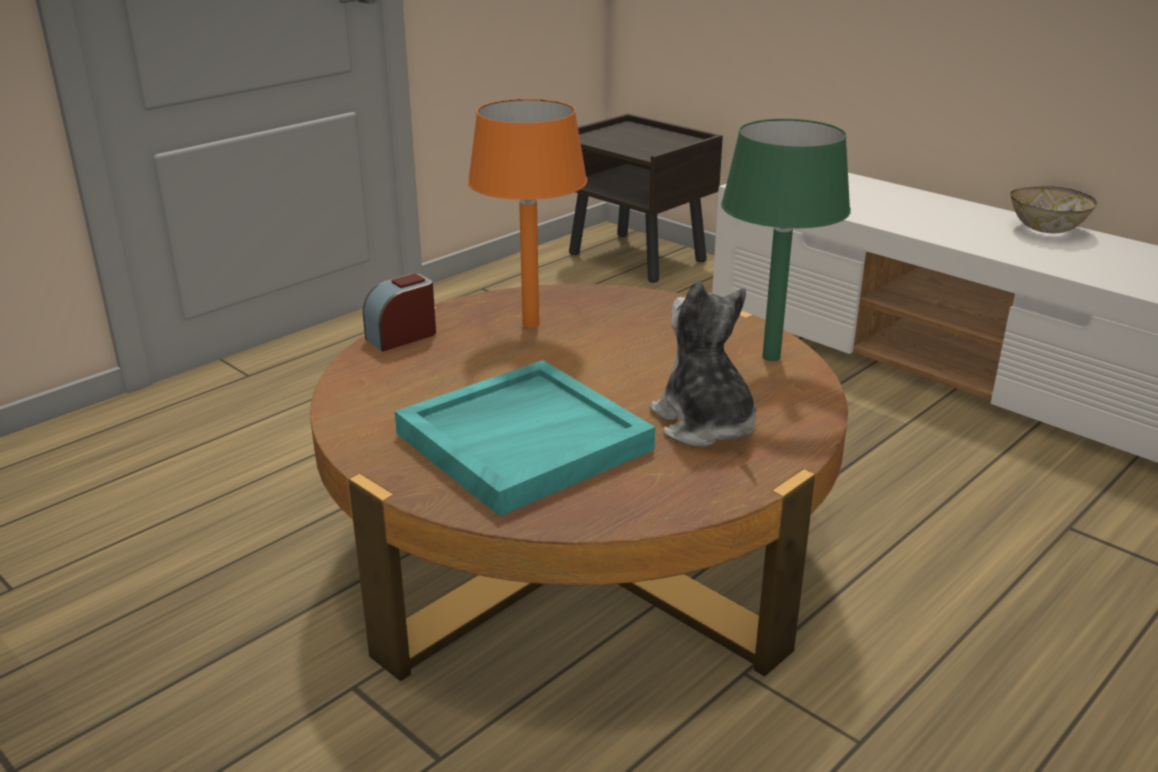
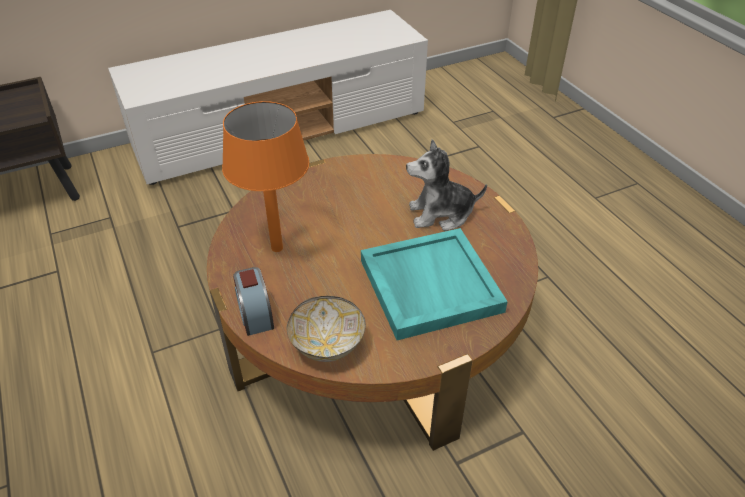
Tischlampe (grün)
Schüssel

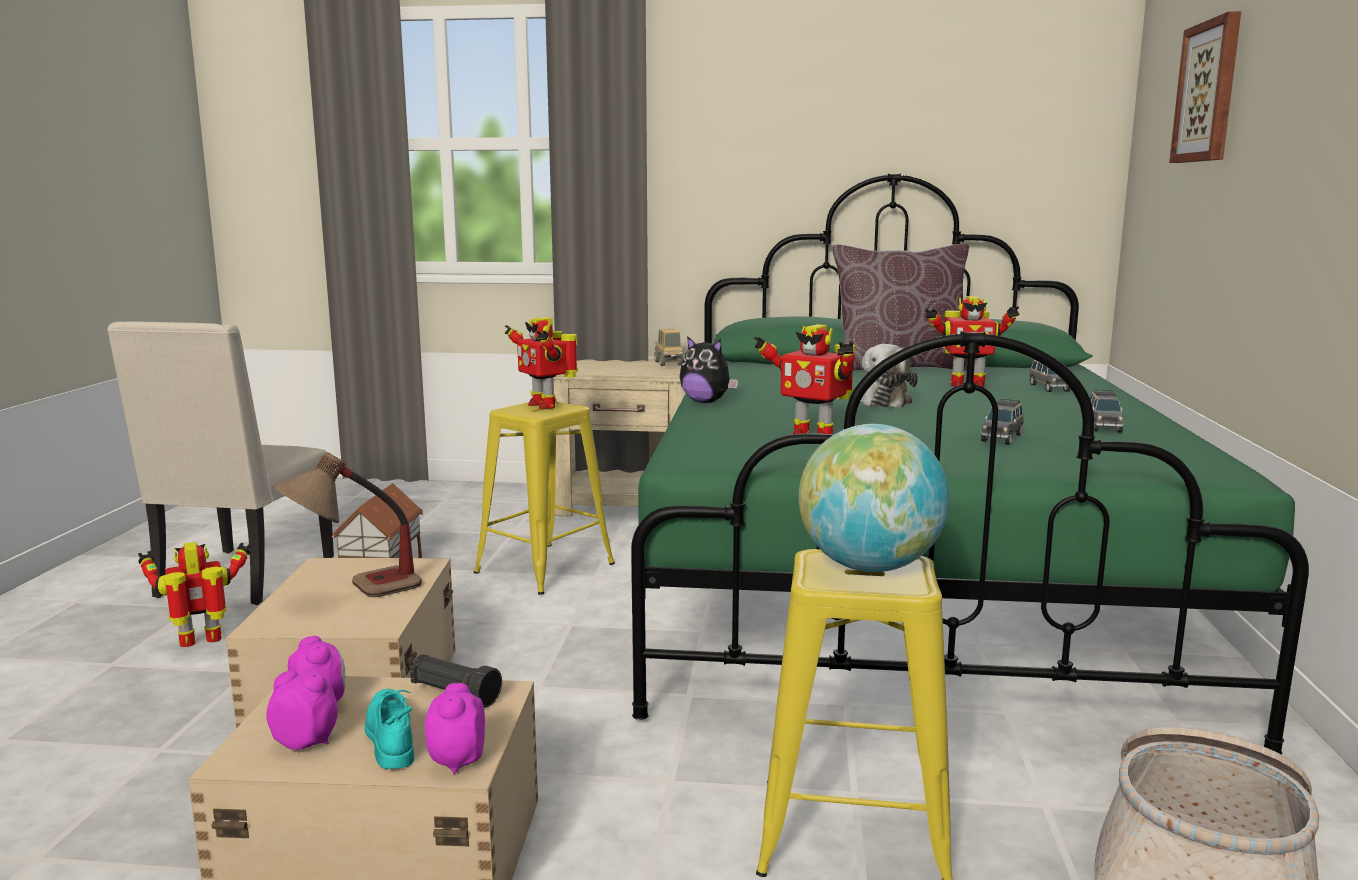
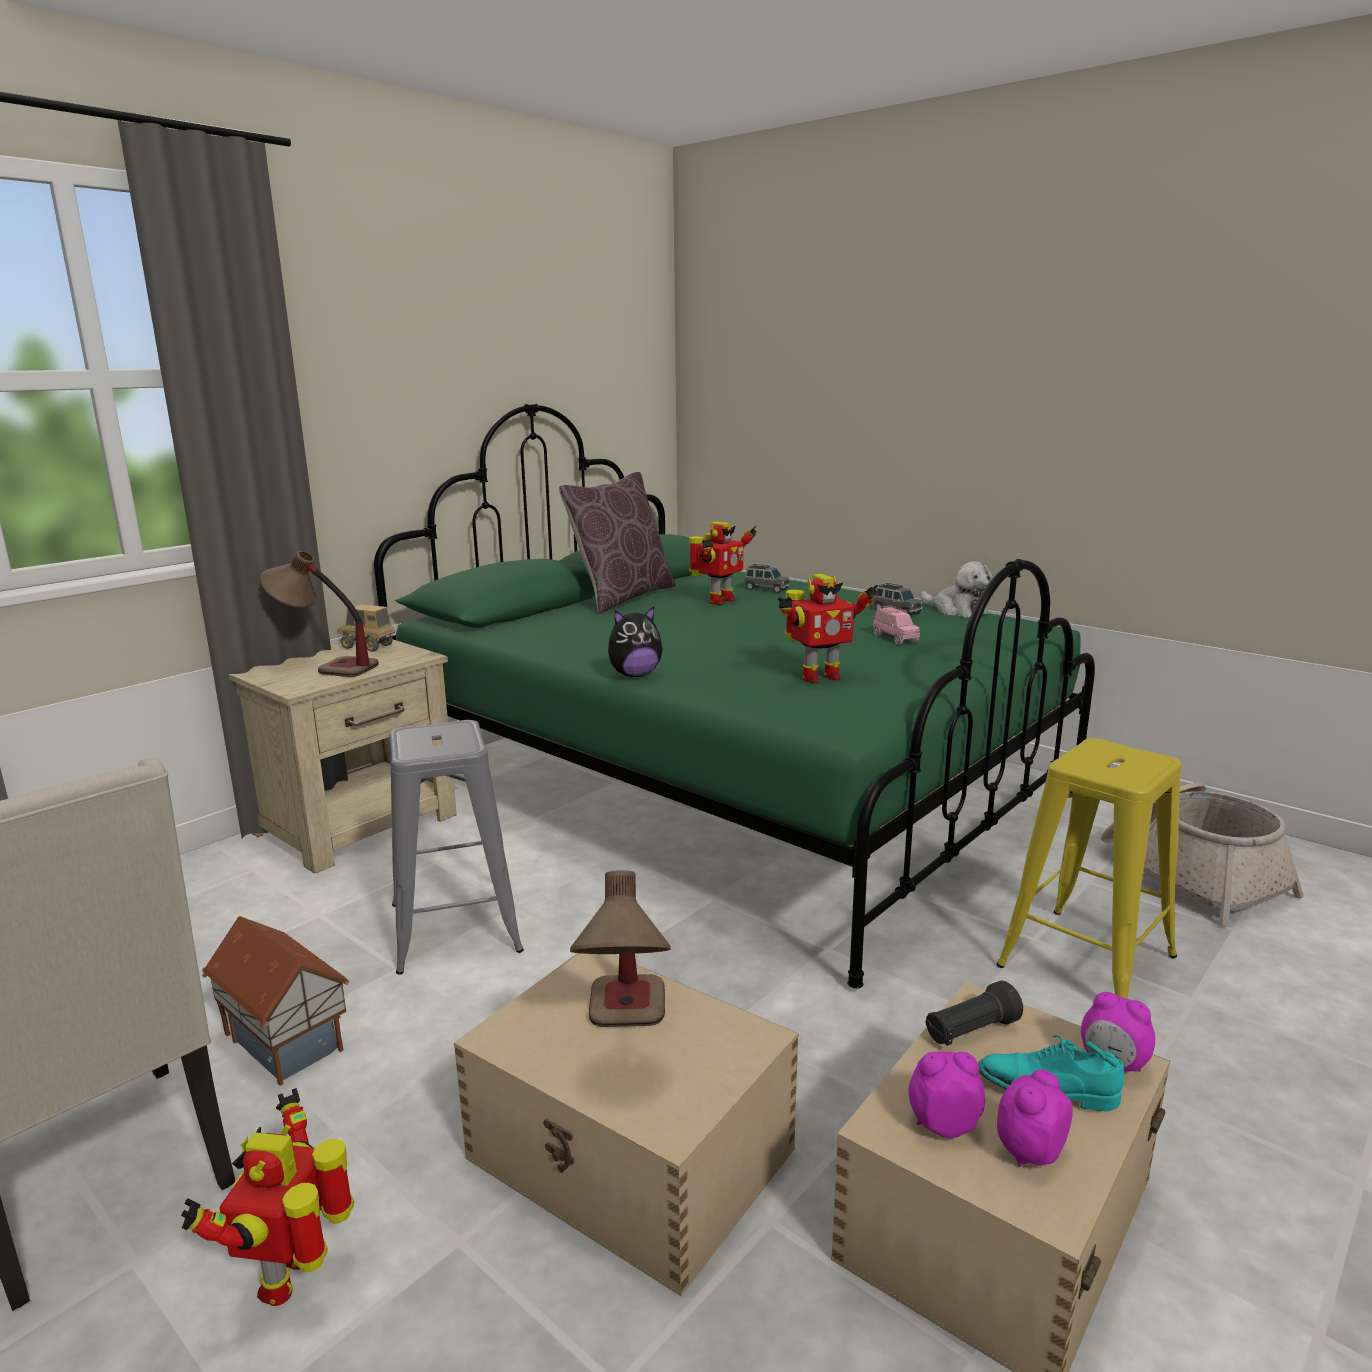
Bild
Spielzeugroboter (2nd from left in the first image)
Plüschtier (2nd from left)
Spielzeugauto (rosa)
Hocker (grau)
Globus
Tischlampe (1st from left)

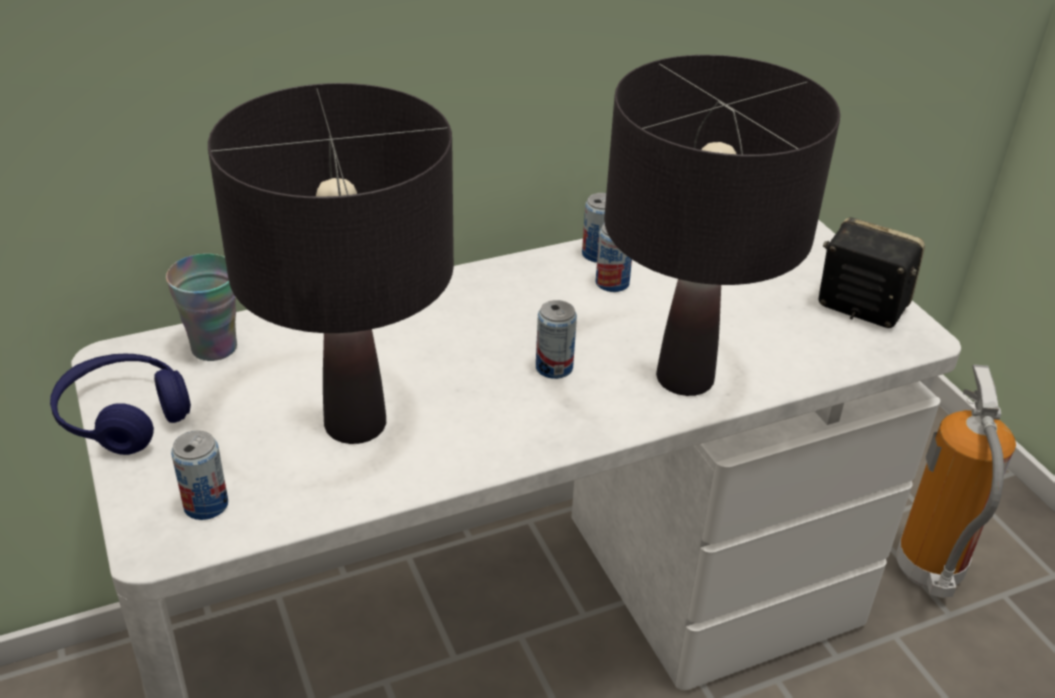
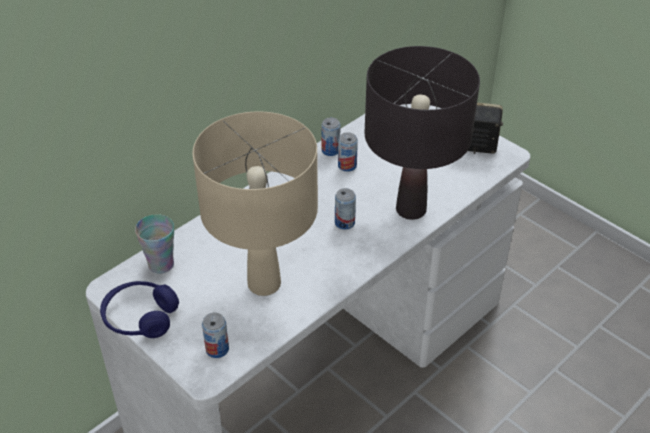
Tischlampe (beige)
Feuerlöscher

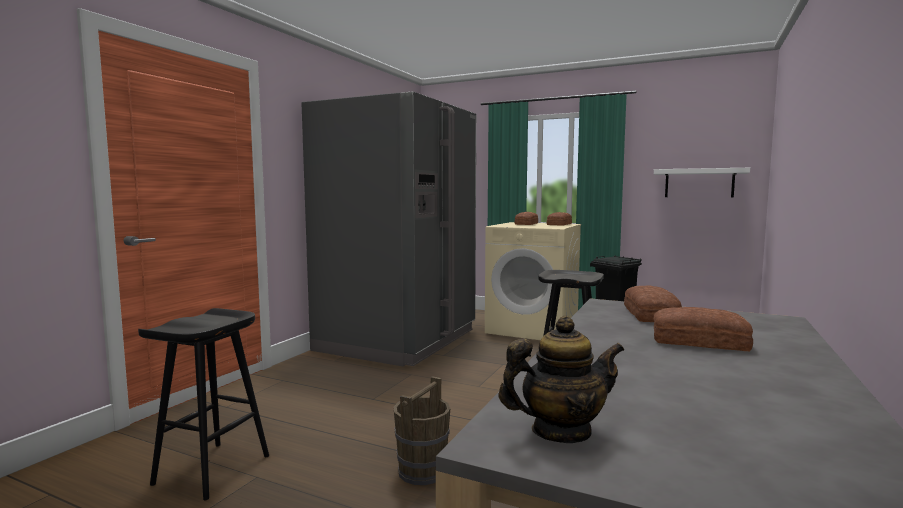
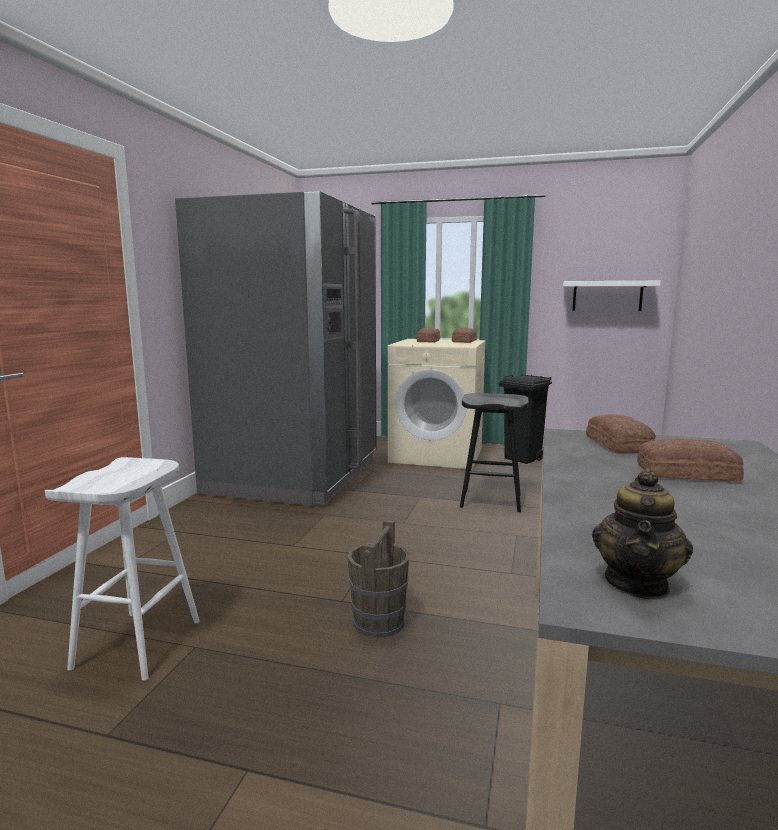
Hocker (weiß)
Teekanne

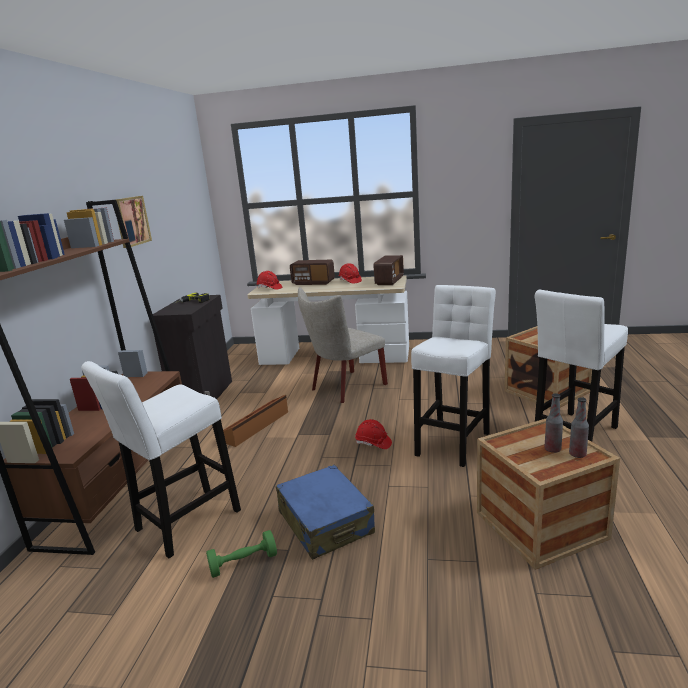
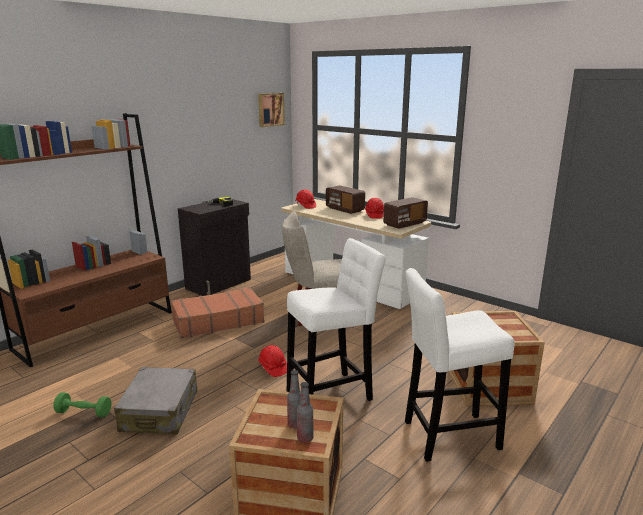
Bild
Hocker (weiß) (1st from left in the first image)
Koffer (braun)
Koffer (grau)

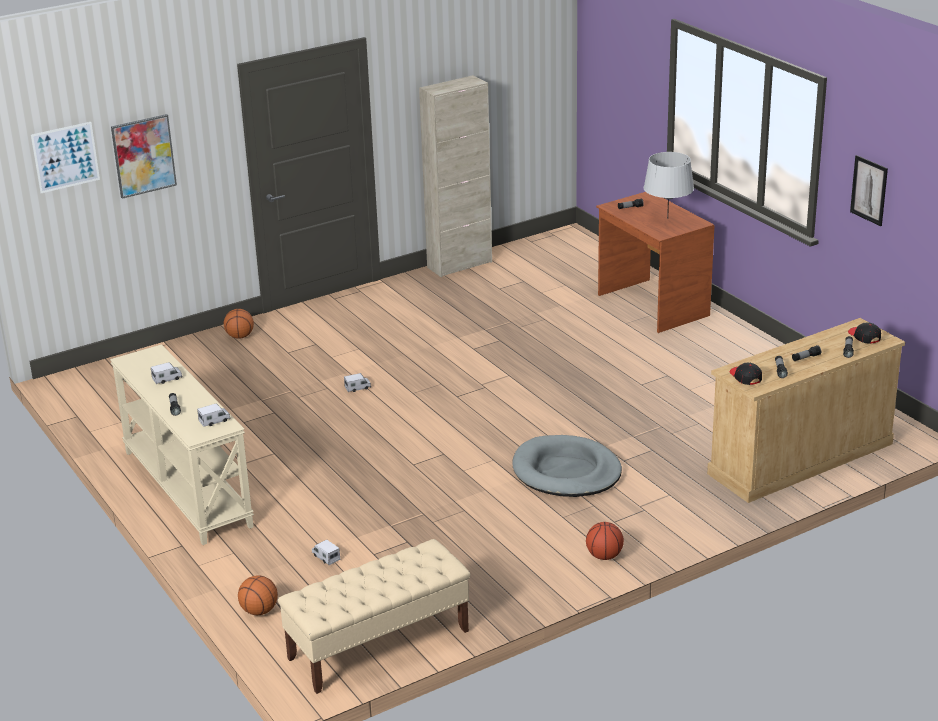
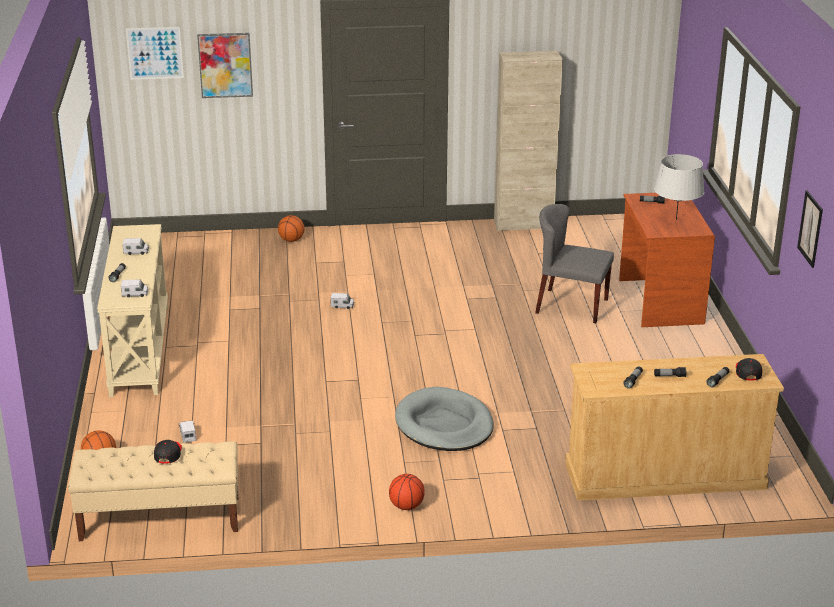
Kappe (schwarz) (1st from left)
Stuhl (grau)

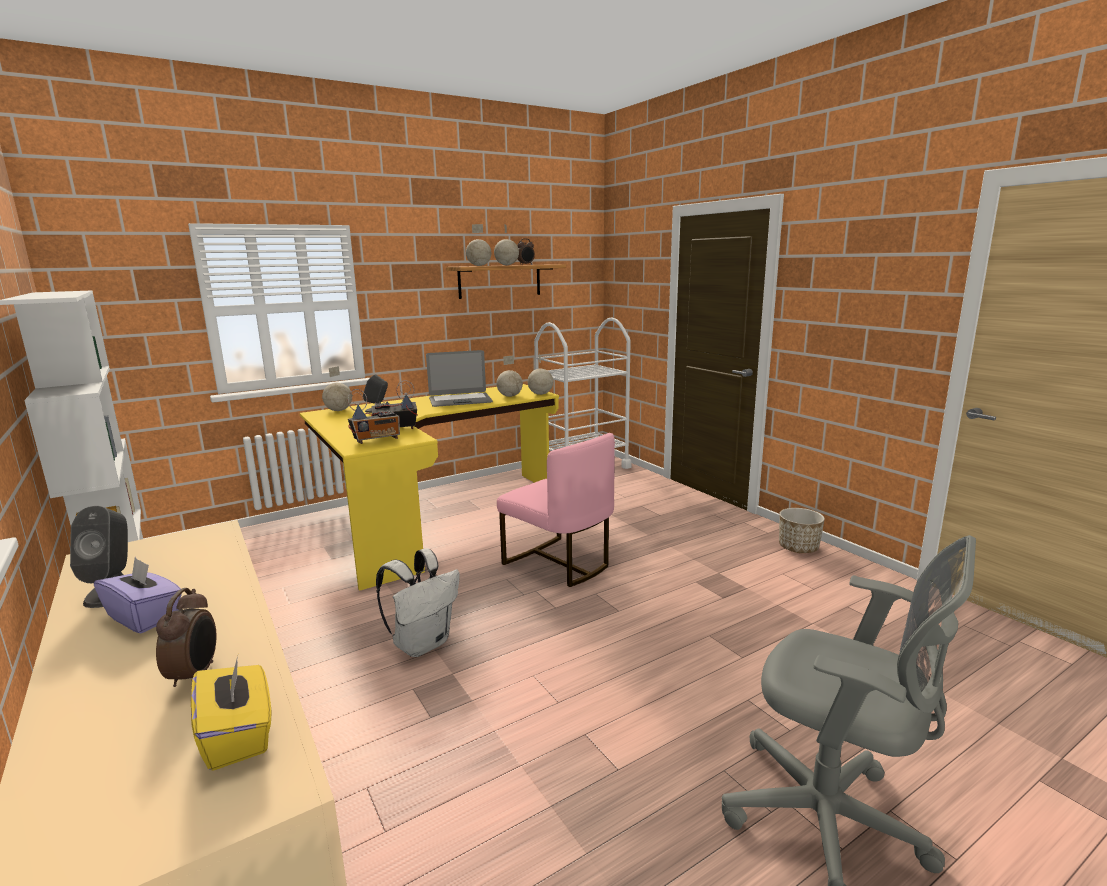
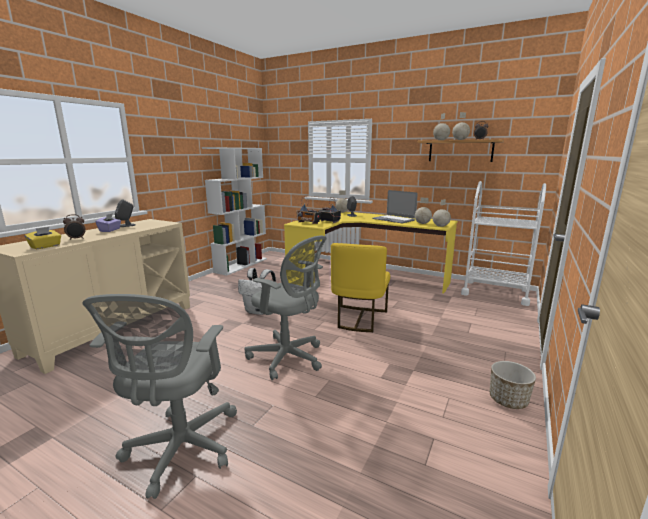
Stuhl (gelb)
Bürostuhl (grau) (2nd from left)

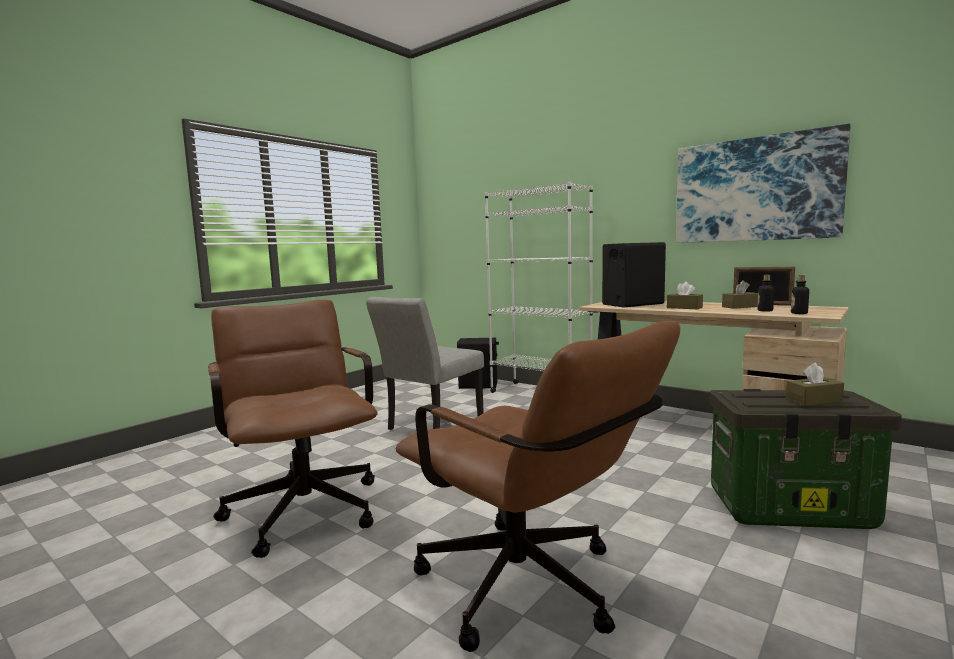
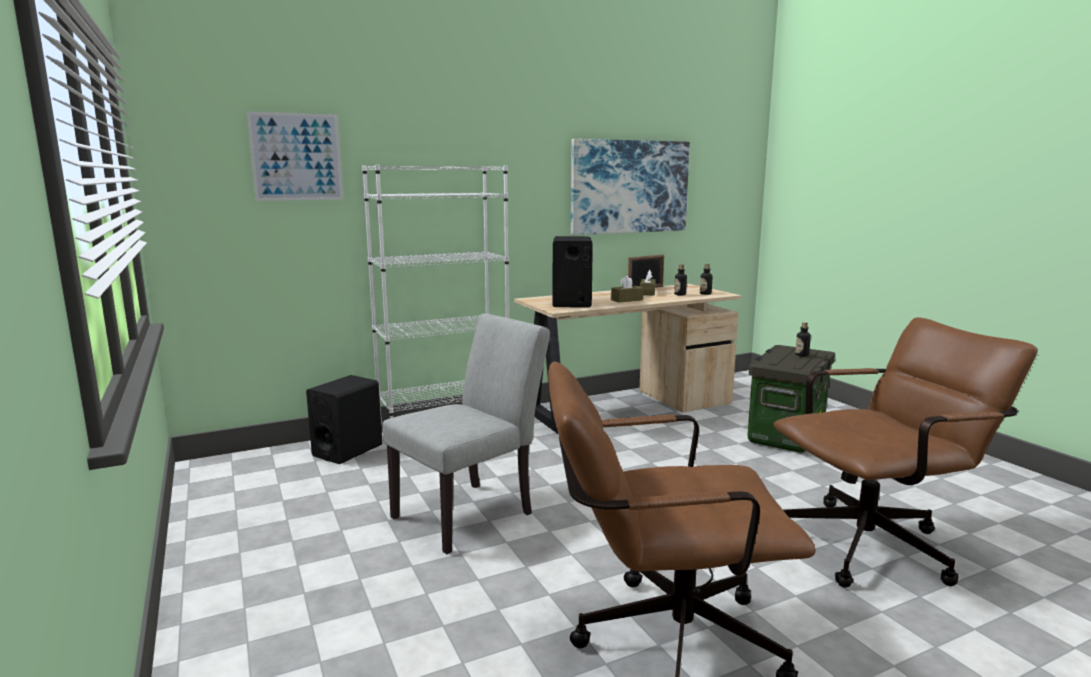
Stuhl (grau)
Flasche (3rd from left)
Bild (1st from left)

